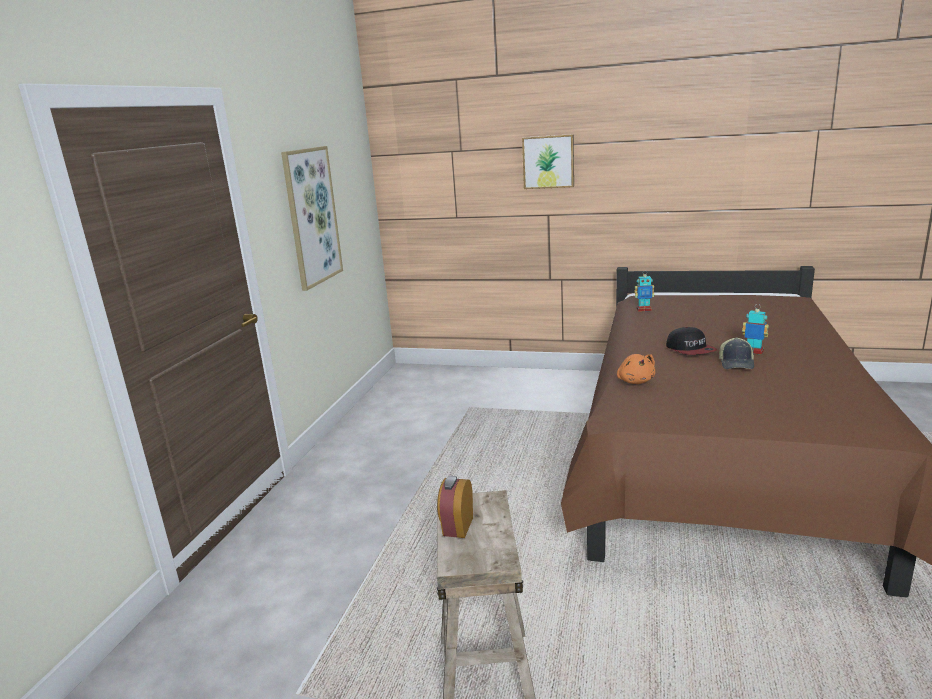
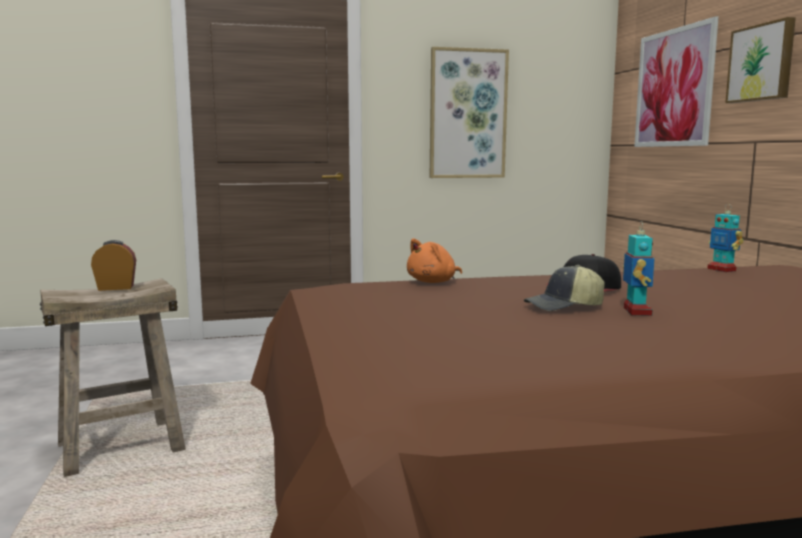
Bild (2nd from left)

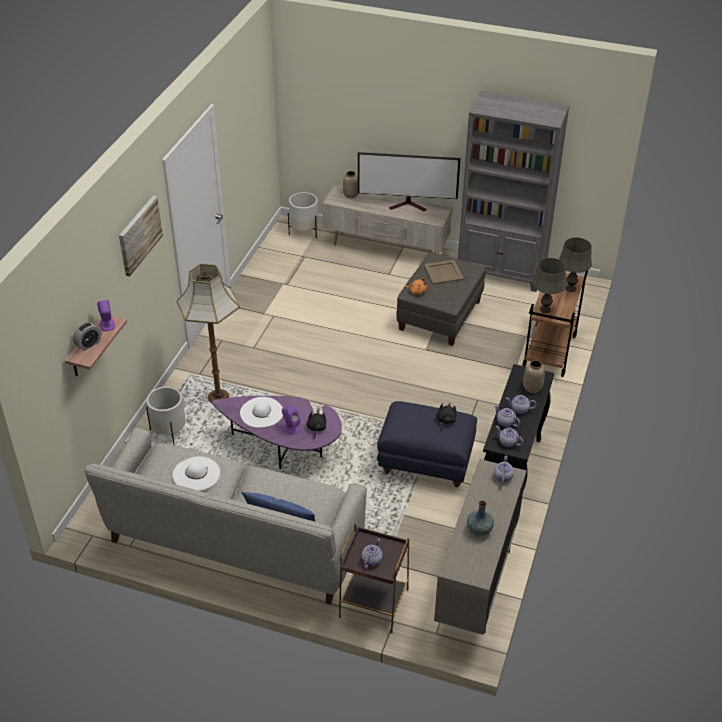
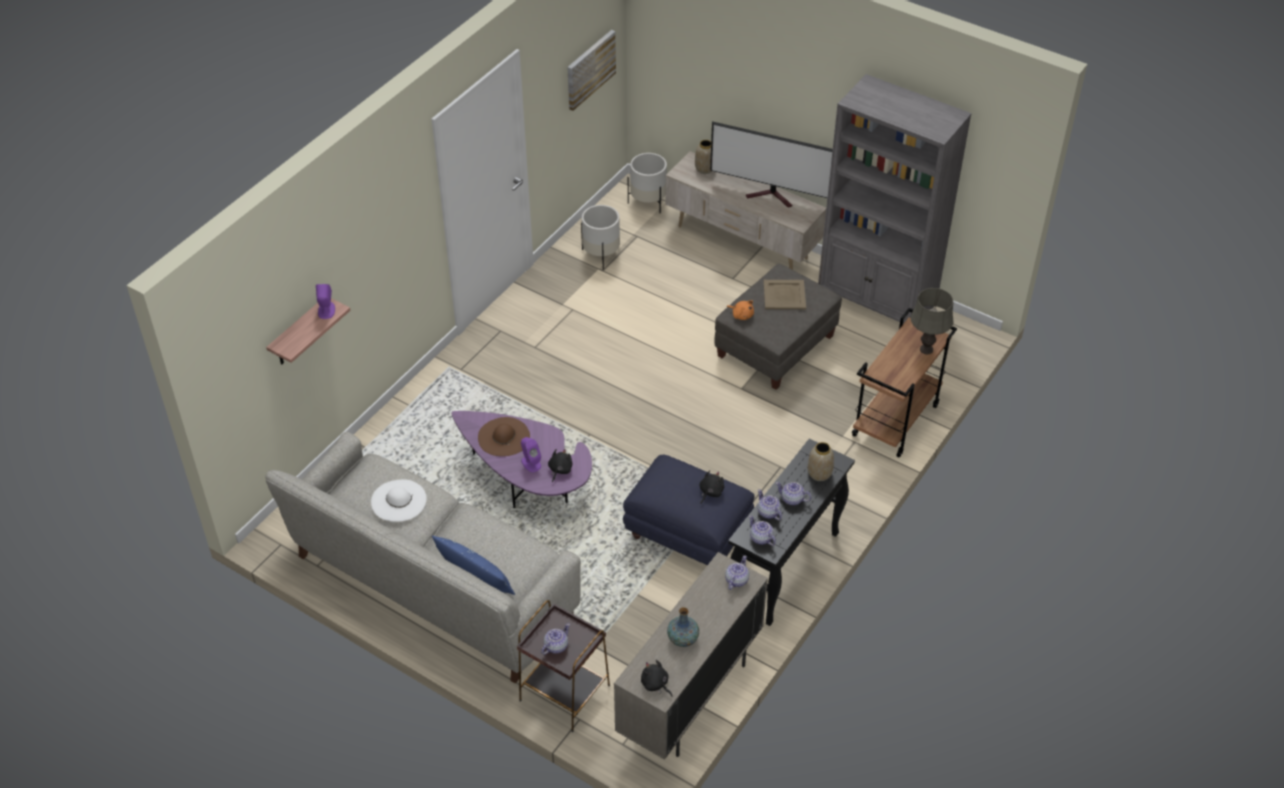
Bild
Tischlampe (grau) (1st from left in the first image)
Stehlampe
Wecker
Pflanzkübel (weiß) (1st from left)
Hut (braun)
Plüschtier (schwarz) (2nd from left)

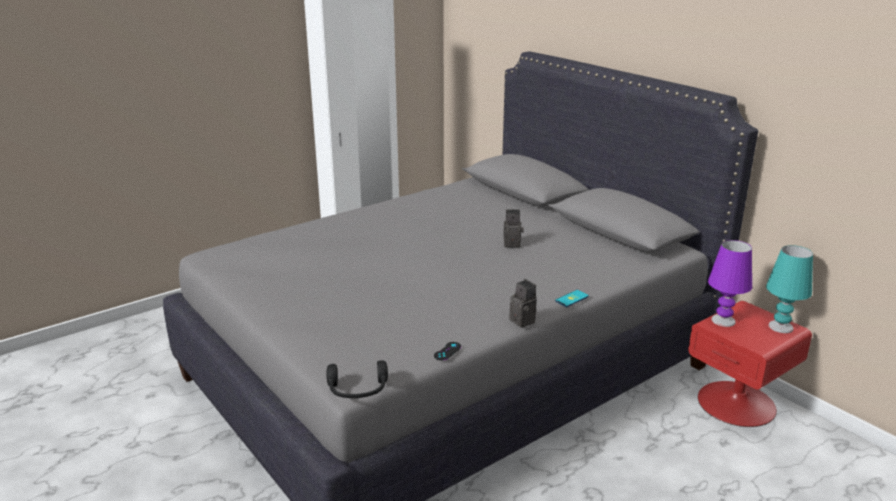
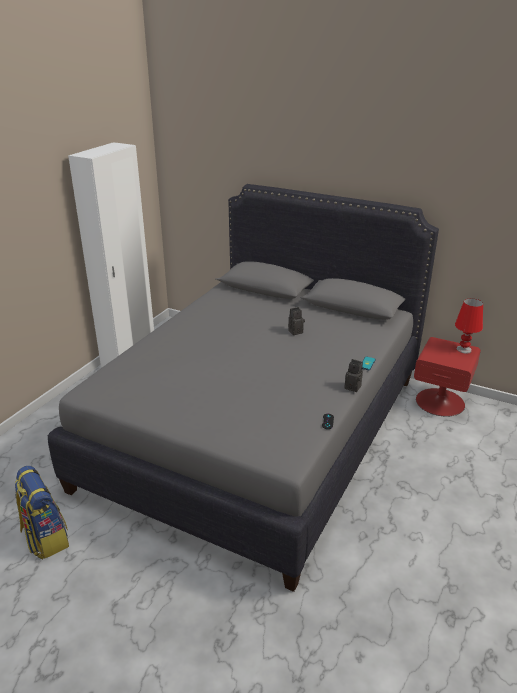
Tischlampe (lila)
Tischlampe (rot)
Kopfhörer (schwarz)
Rucksack

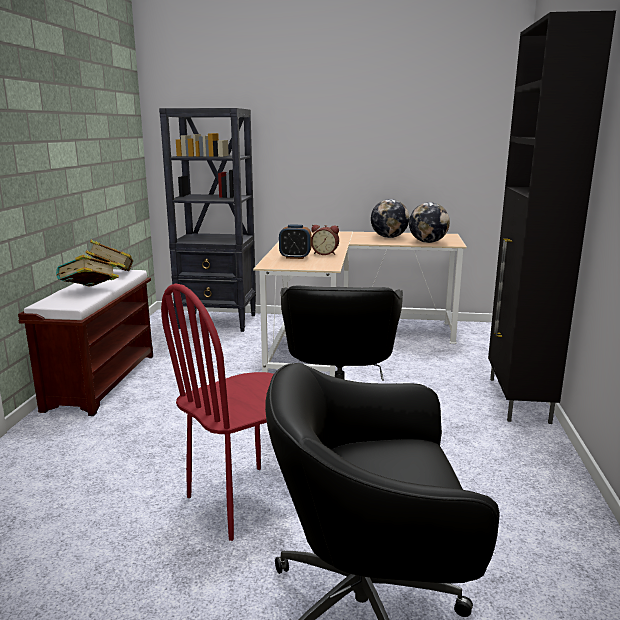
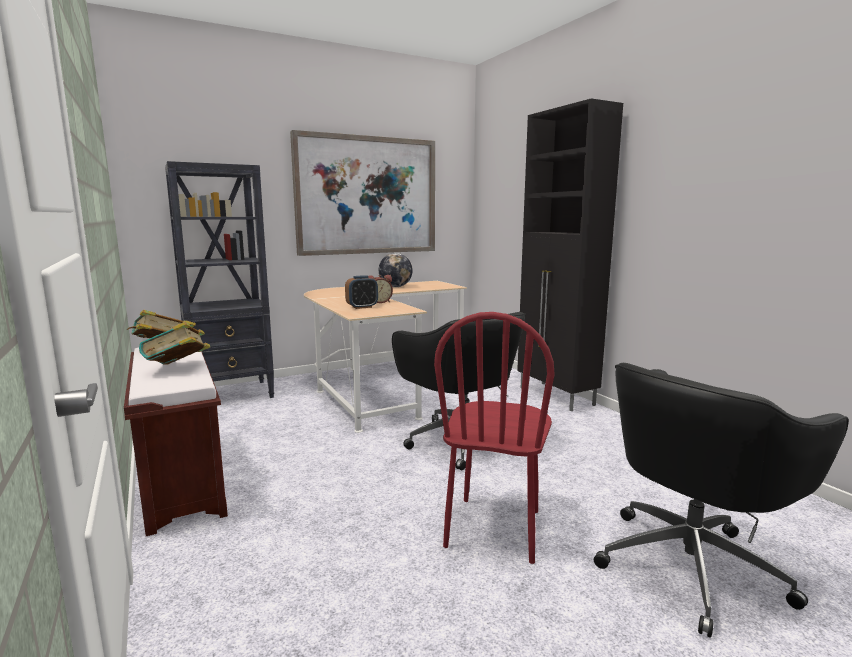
Globus (2nd from left in the first image)
Bild

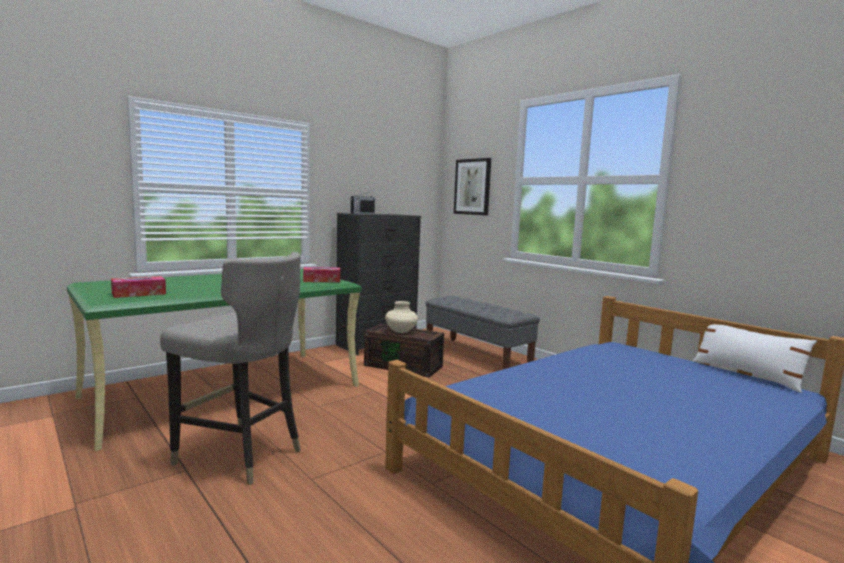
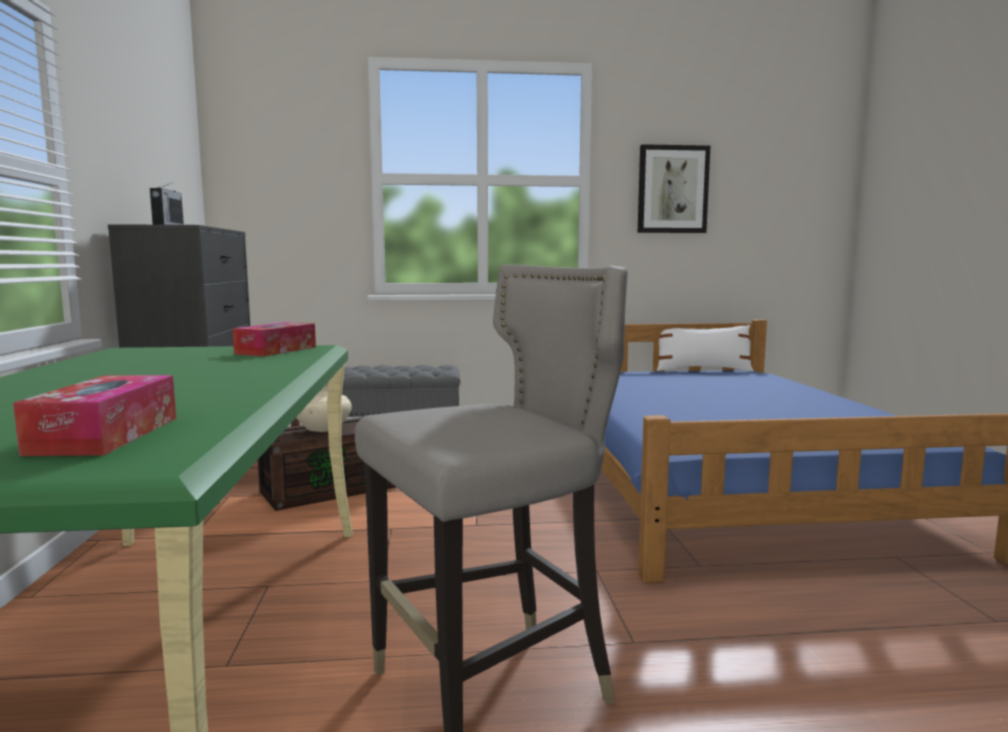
Bild

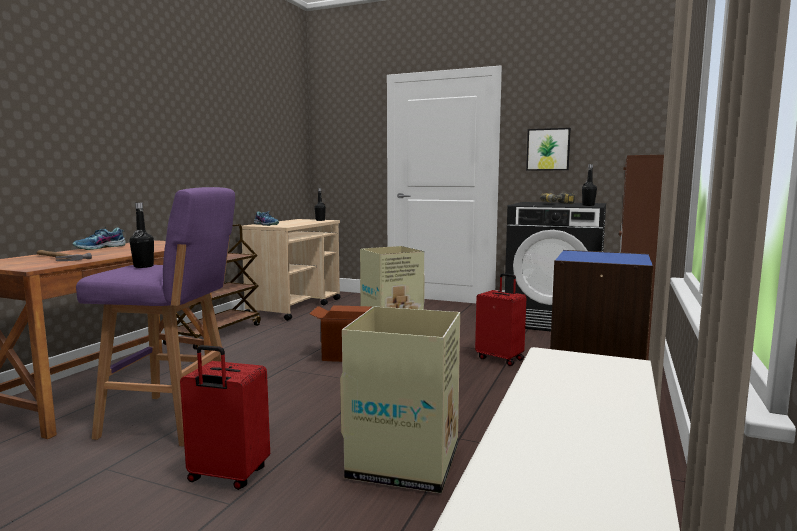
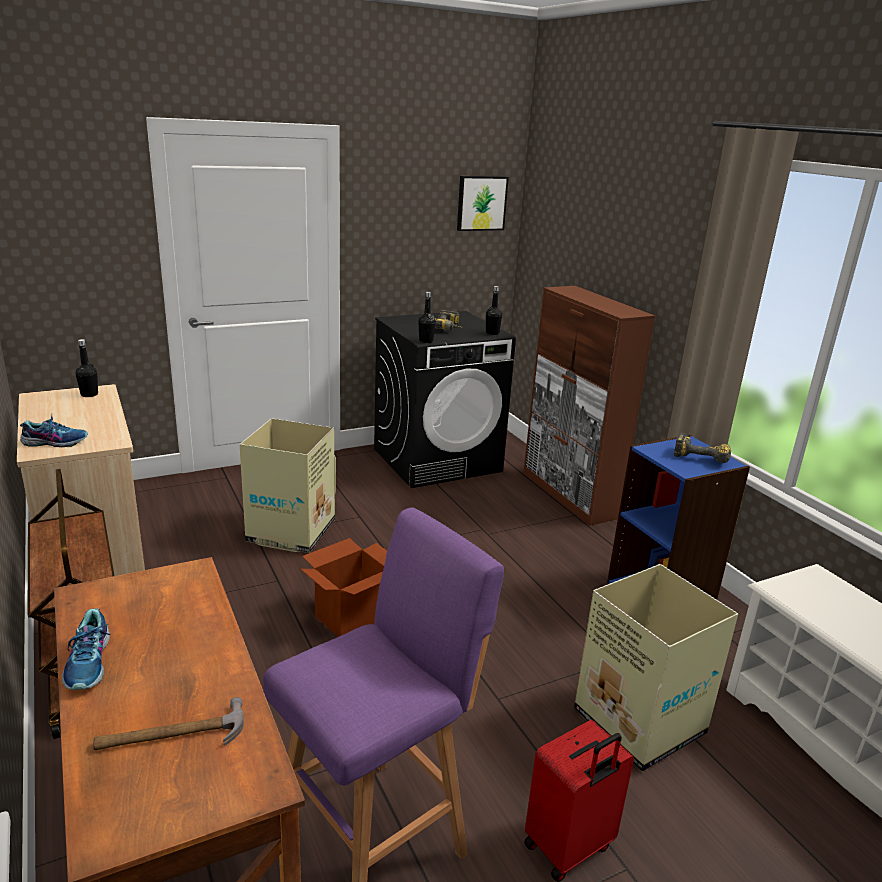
Bild
Flasche (schwarz) (2nd from left)
Koffer (rot) (2nd from left in the first image)
Bohrmaschine (2nd from left)

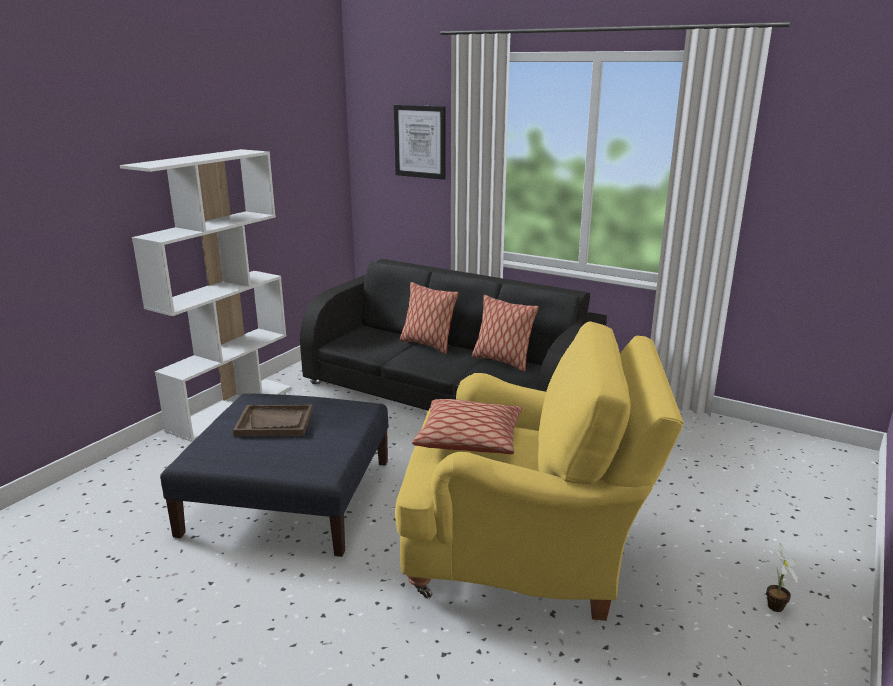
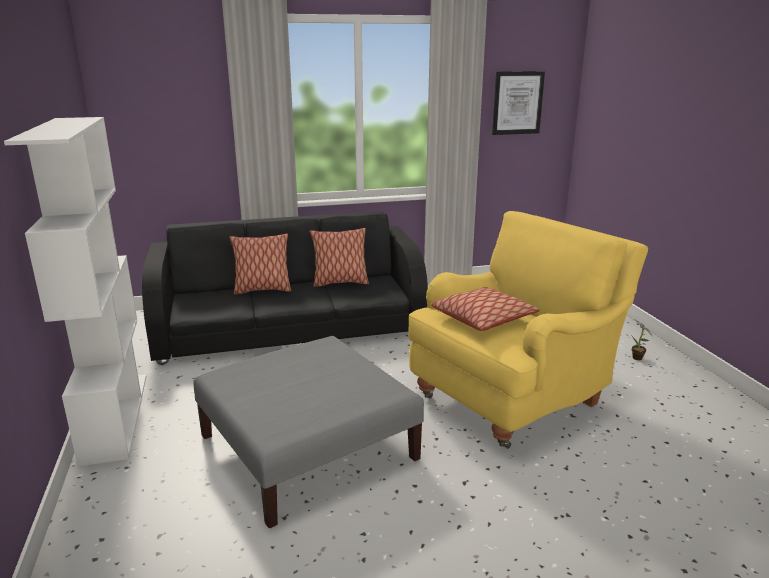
Bild
Polsterhocker (grau)
Tablett (braun)

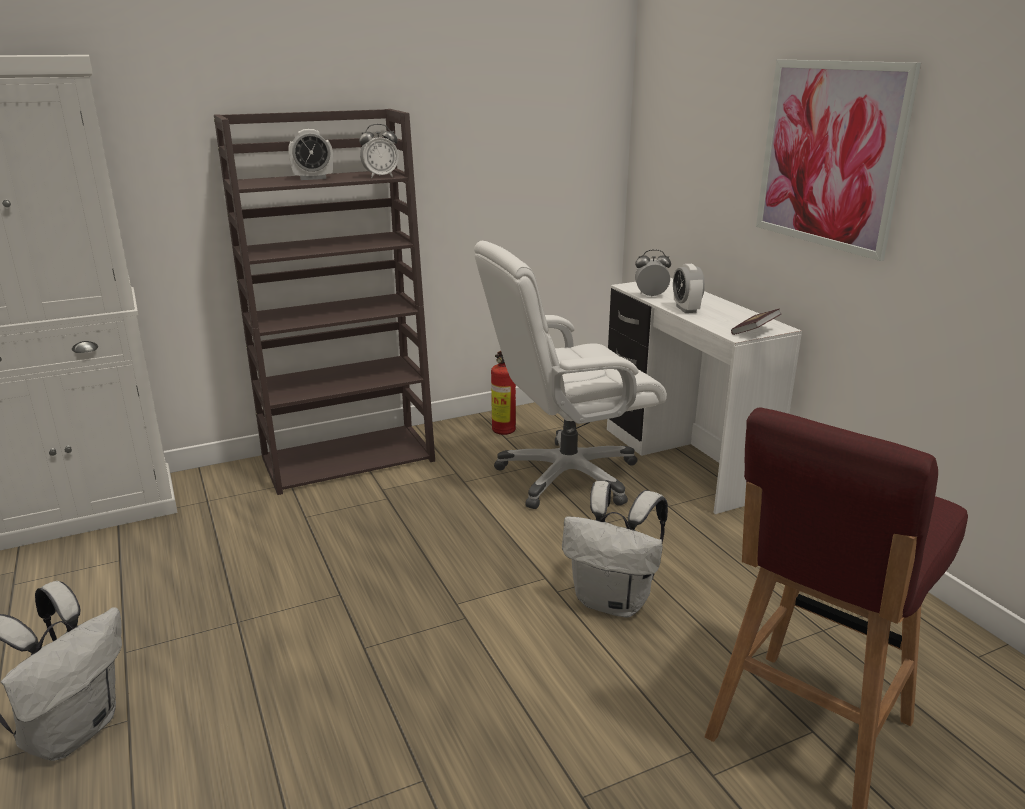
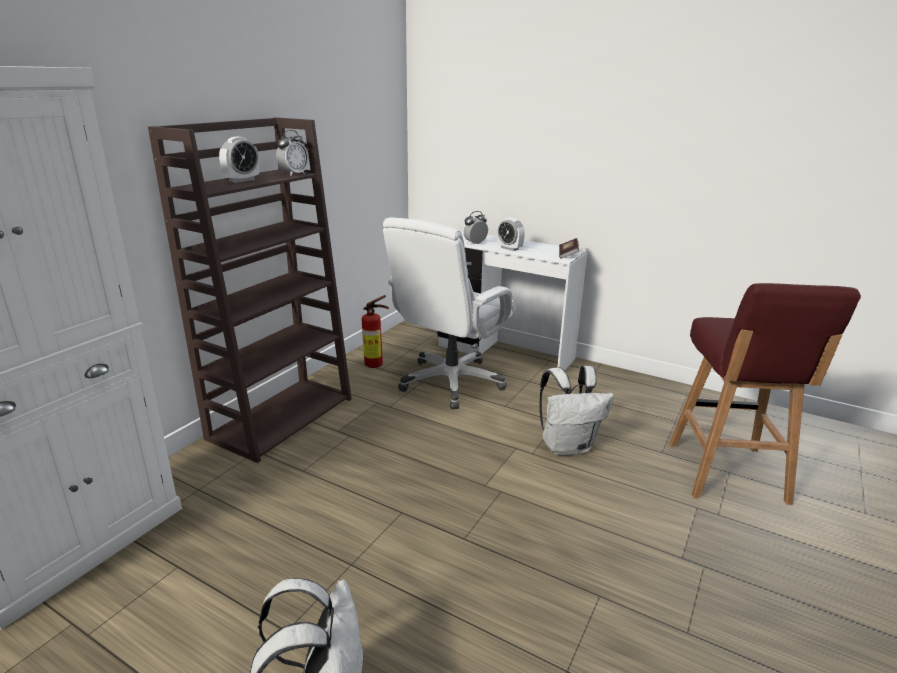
Bild

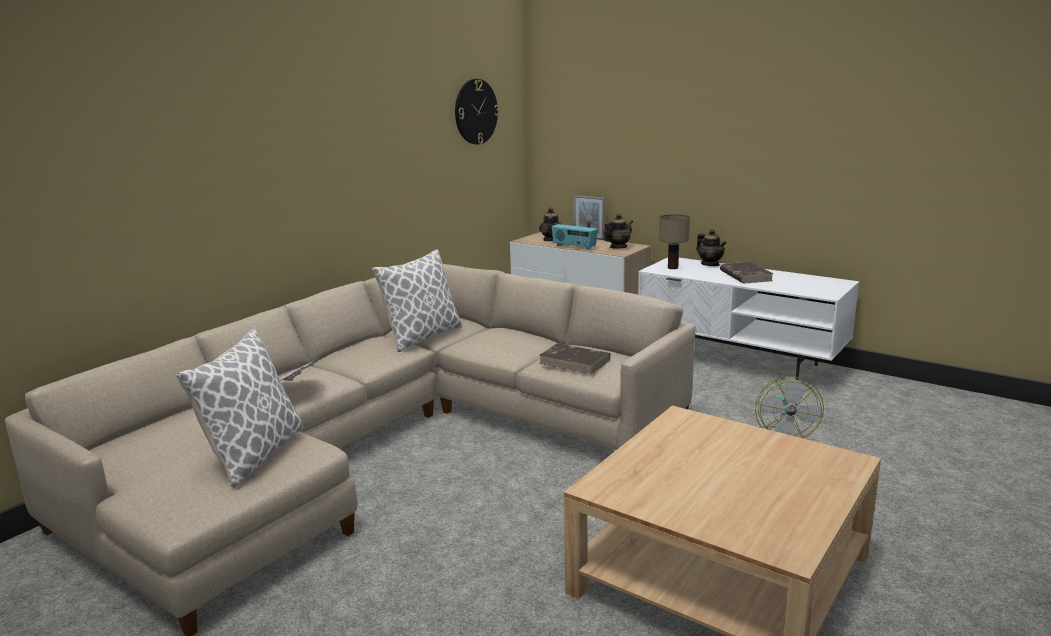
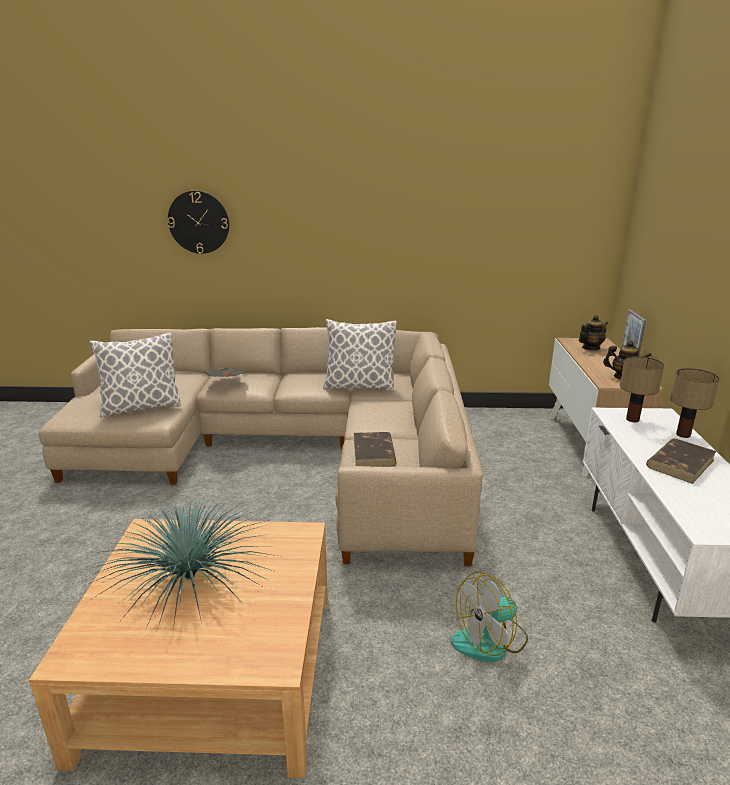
Wanduhr
Radio
Tischlampe (2nd from left)
Topfpflanze

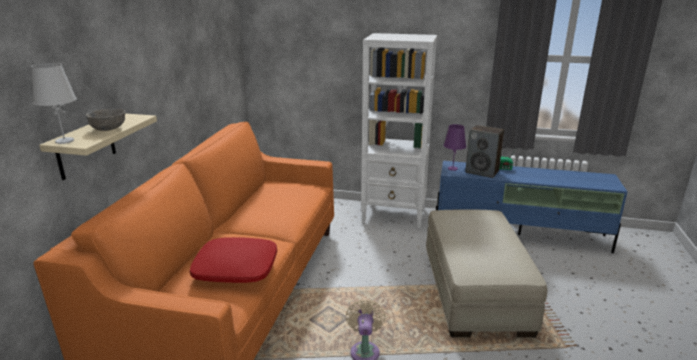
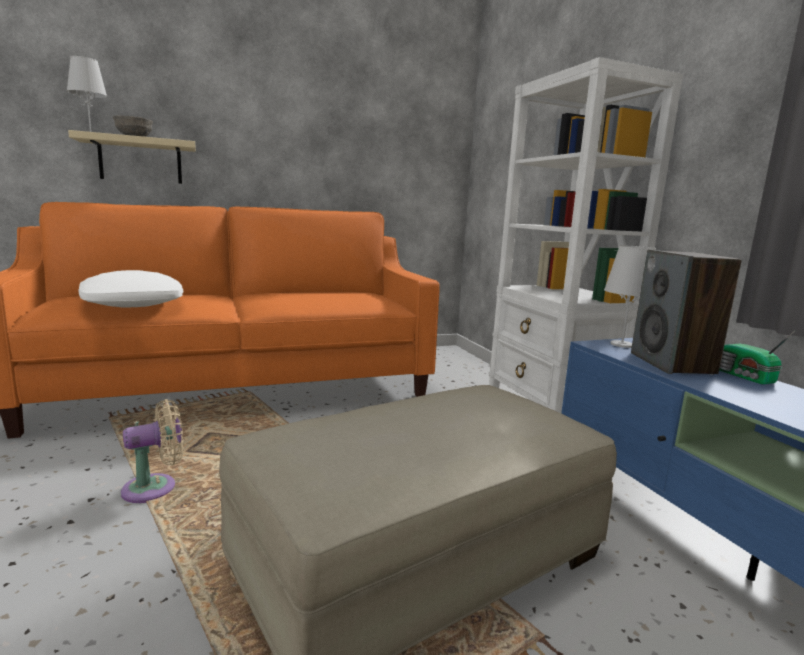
Tischlampe (weiß) (2nd from left)
Kissen (weiß)

